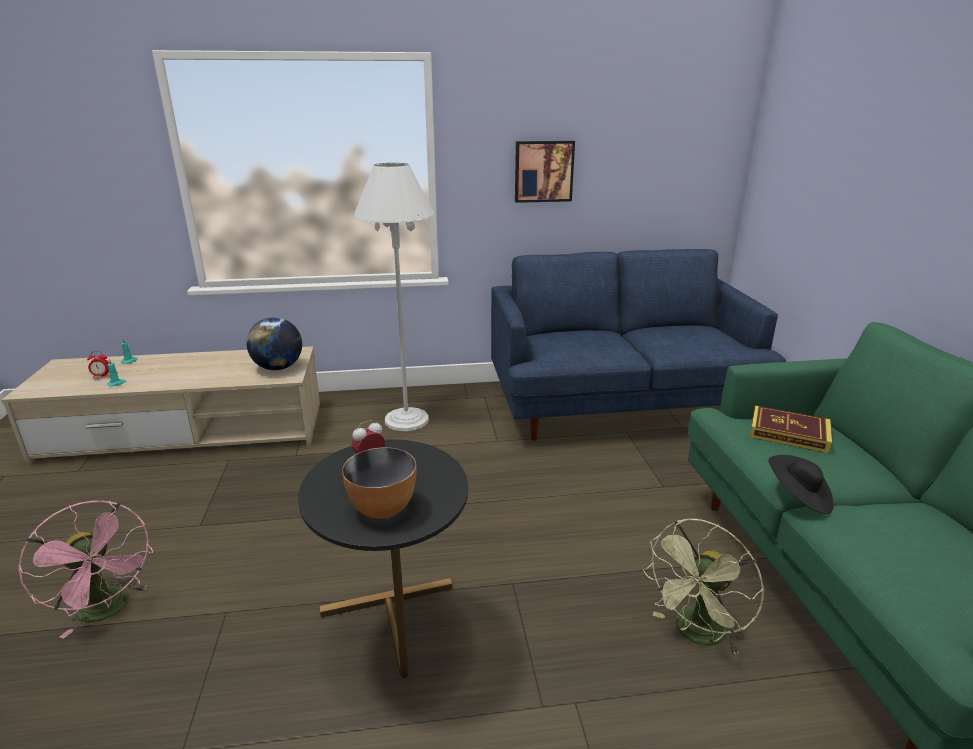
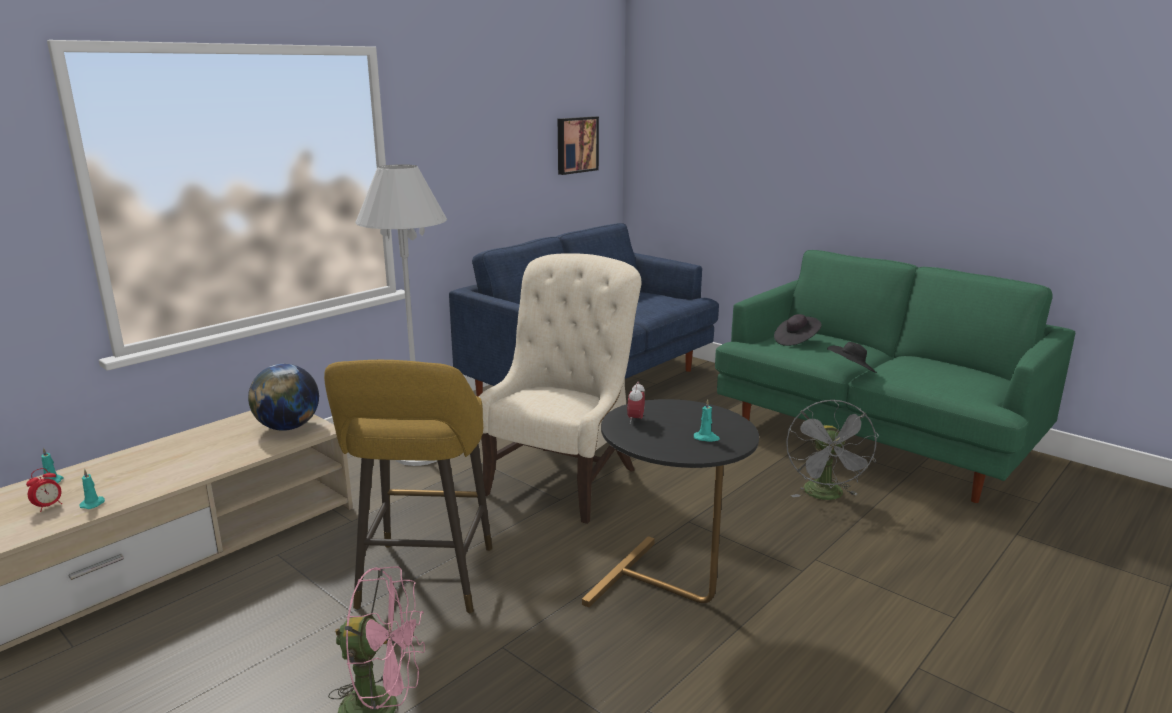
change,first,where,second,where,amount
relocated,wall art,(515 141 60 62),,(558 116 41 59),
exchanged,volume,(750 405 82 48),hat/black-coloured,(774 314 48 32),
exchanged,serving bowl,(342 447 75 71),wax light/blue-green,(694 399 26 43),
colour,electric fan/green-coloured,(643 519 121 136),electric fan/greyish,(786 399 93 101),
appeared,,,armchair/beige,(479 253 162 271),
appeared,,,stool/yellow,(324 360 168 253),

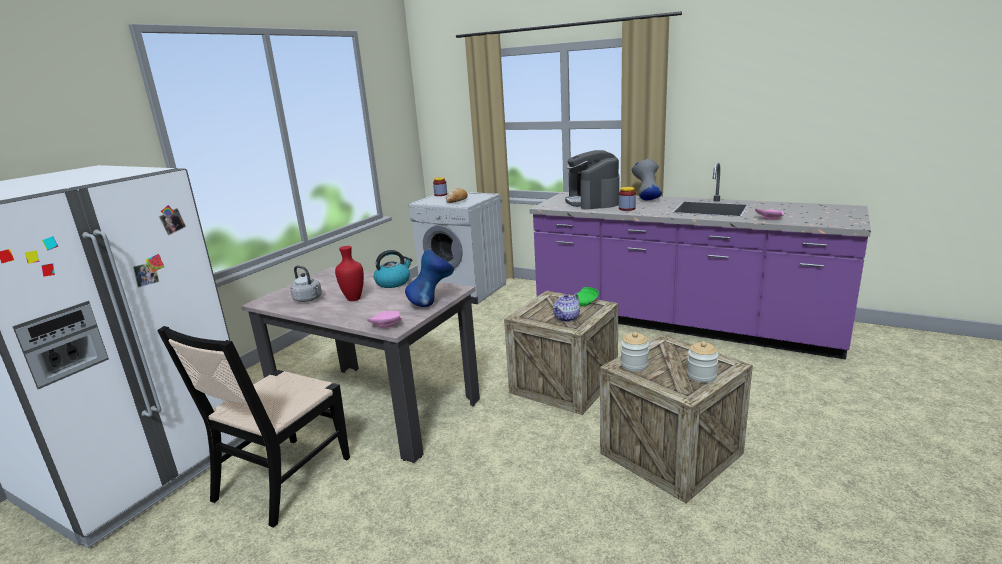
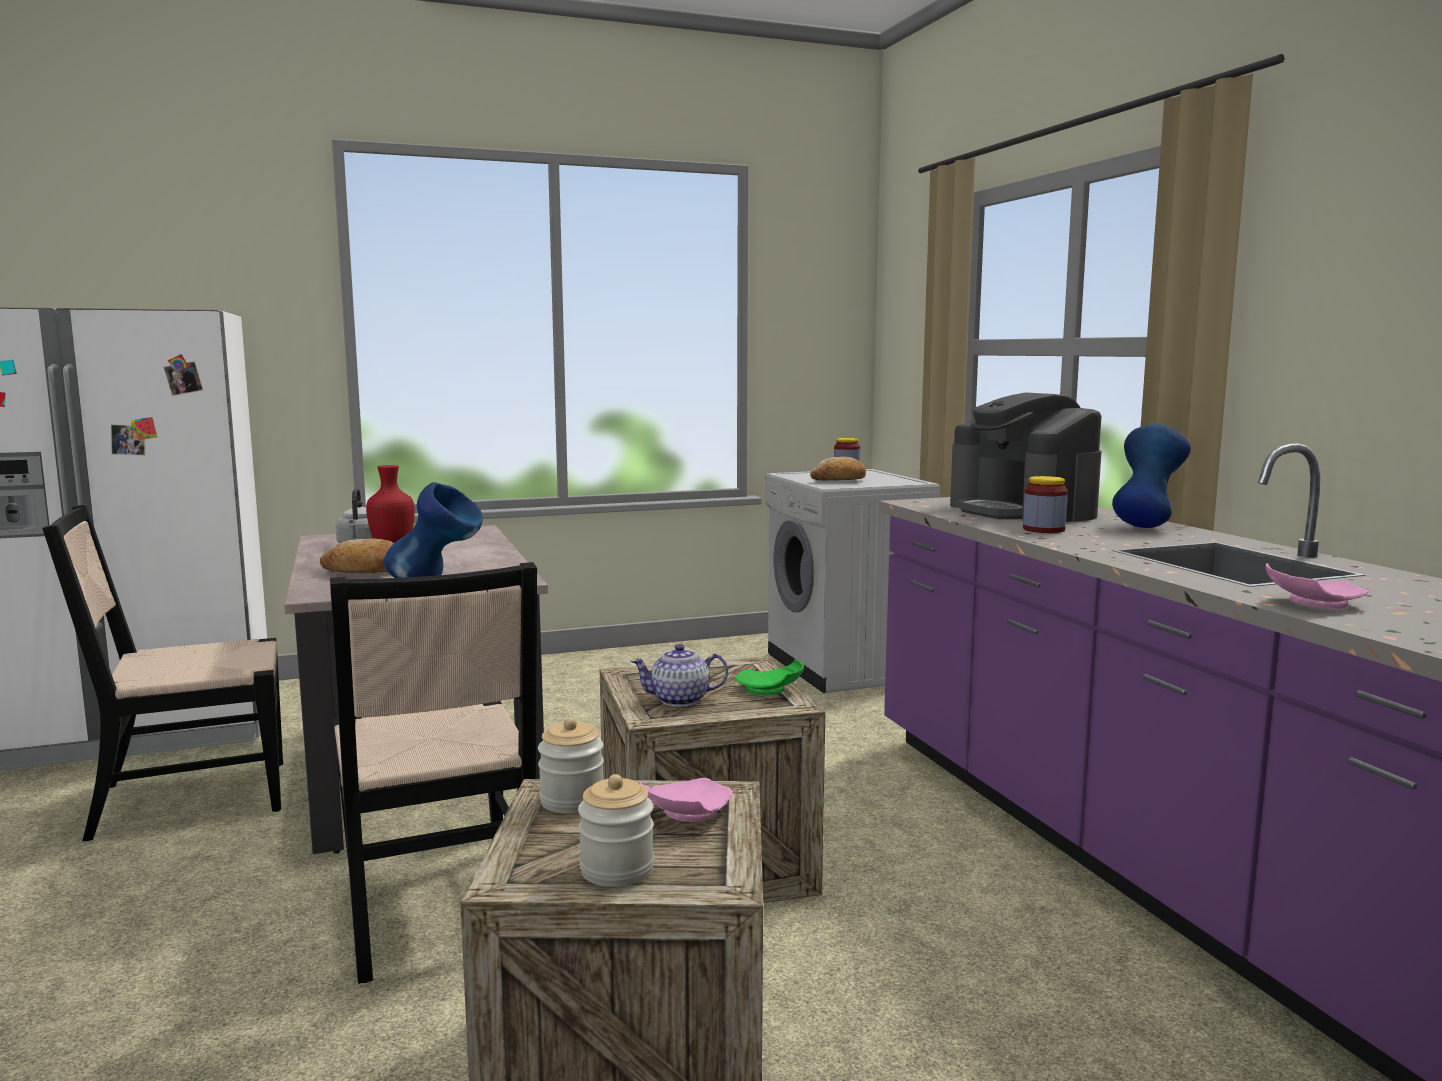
change,first,where,second,where,amount
spun,coffee brewer,(565 150 55 60),,(950 392 152 130),60 degrees counterclockwise
colour,vase/greyish,(632 159 30 41),vase/blue,(1112 423 79 105),
missing,tea kettle,(374 250 39 38),,,
relocated,dinner plate/pinkish,(367 311 35 17),,(639 778 93 44),
appeared,,,baked bread,(320 538 74 35),
appeared,,,chair,(330 562 207 422),

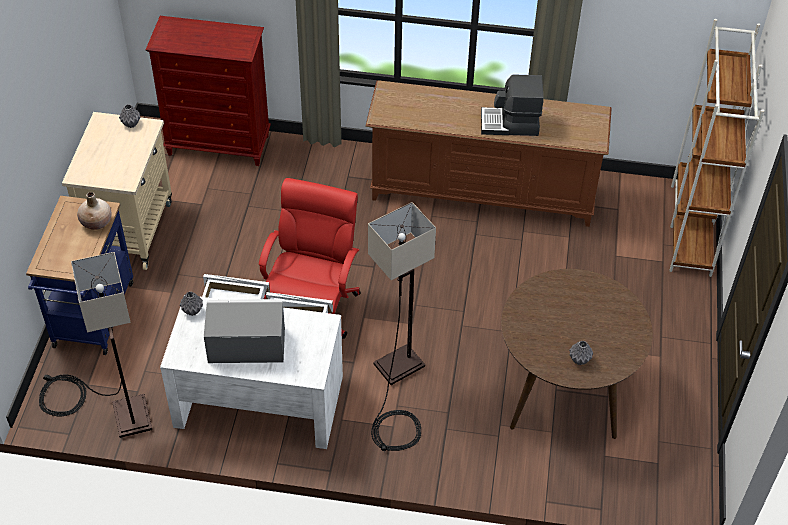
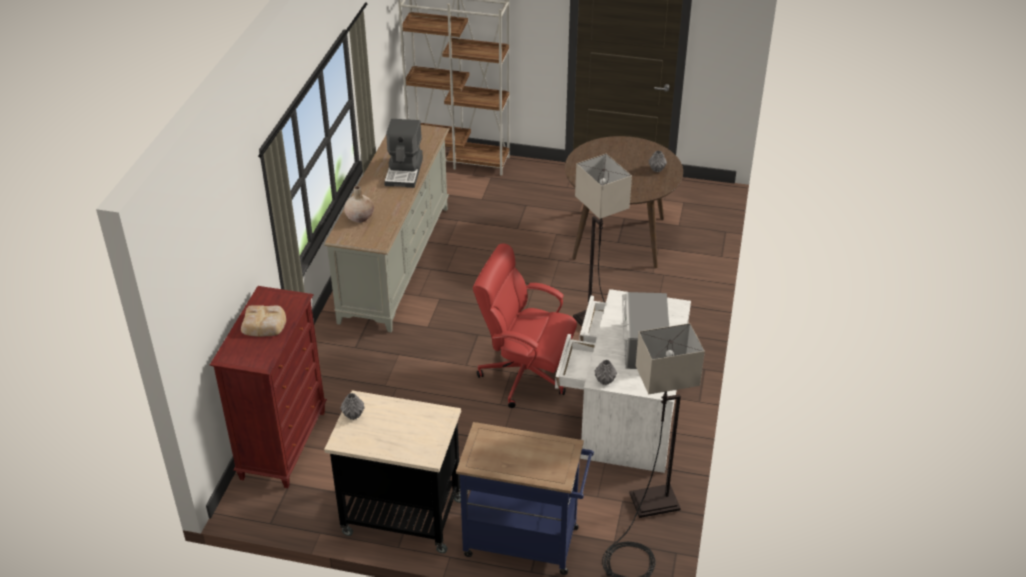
change,first,where,second,where,amount
colour,cabinet/brown,(366 80 246 147),cabinet/greyish,(324 125 125 207),
colour,cart/beige,(62 112 110 158),cart/black-coloured,(324 391 137 162),
relocated,vase/beige,(77 192 35 38),,(344 186 30 37),
appeared,,,baked bread,(241 305 45 32),

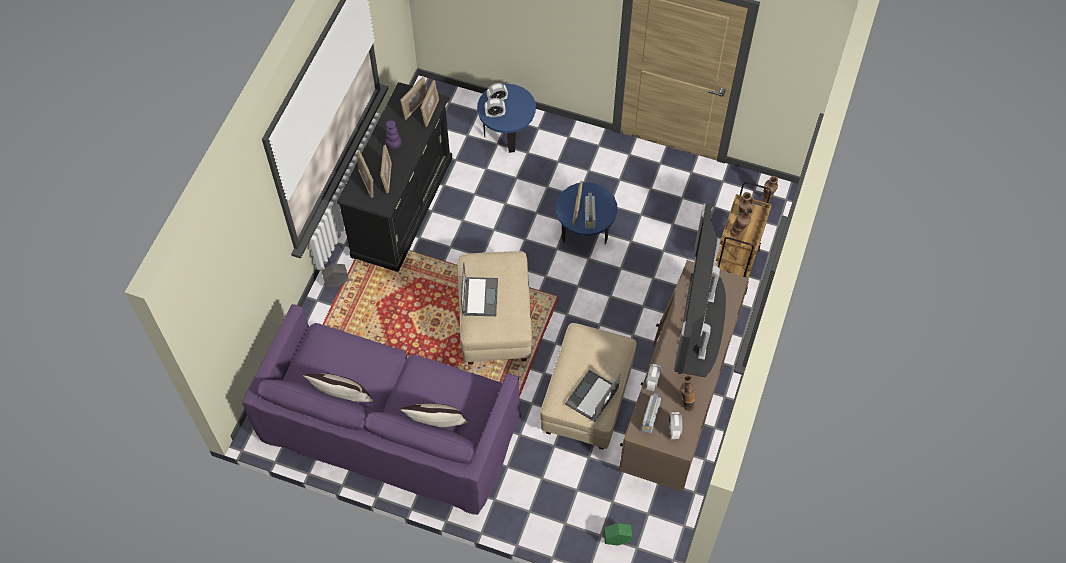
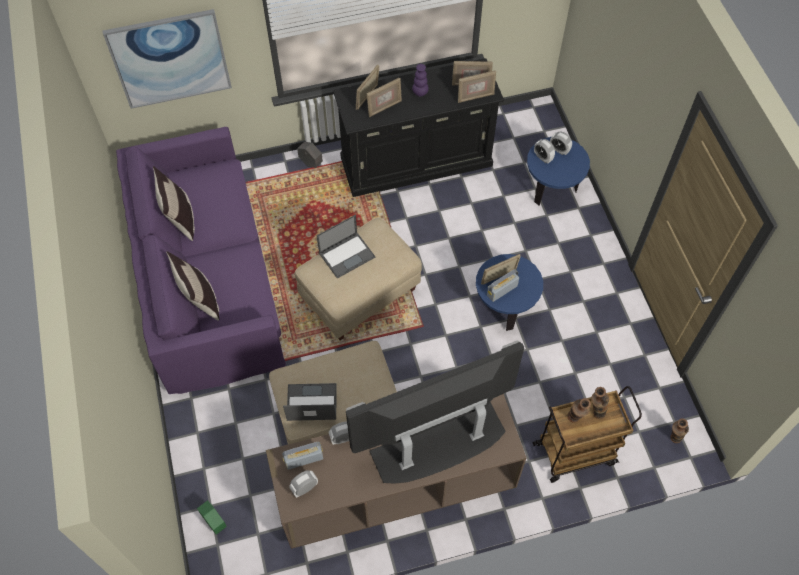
change,first,where,second,where,amount
missing,vase,(680 374 16 37),,,
appeared,,,wall art,(103 9 129 100),

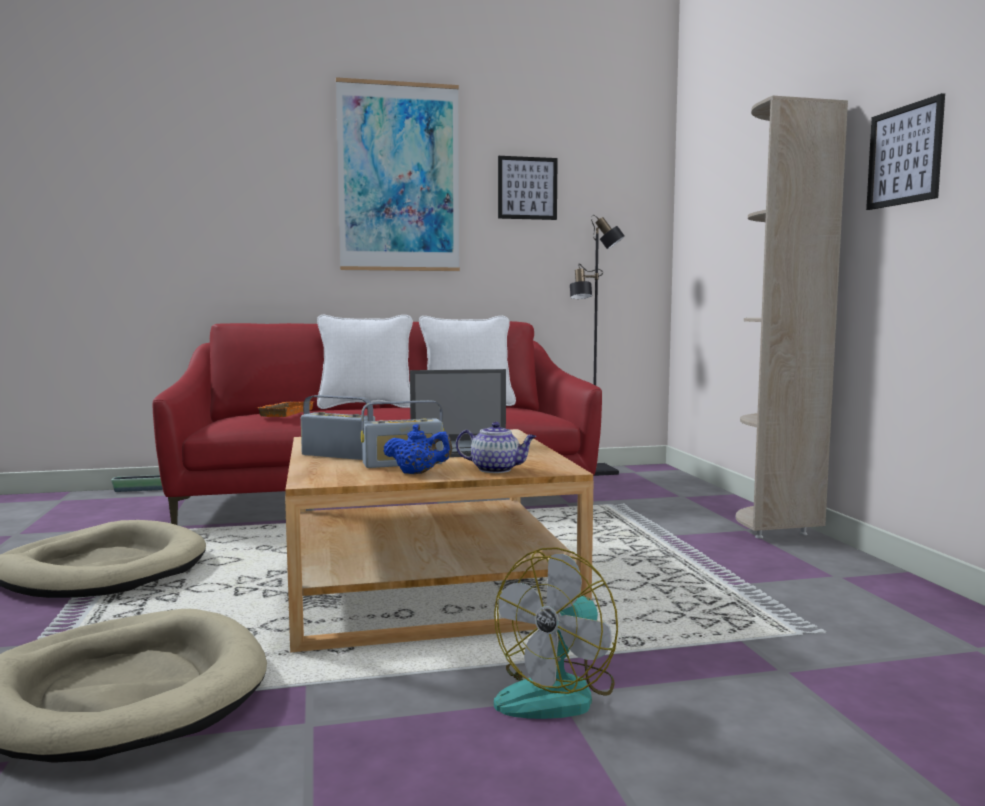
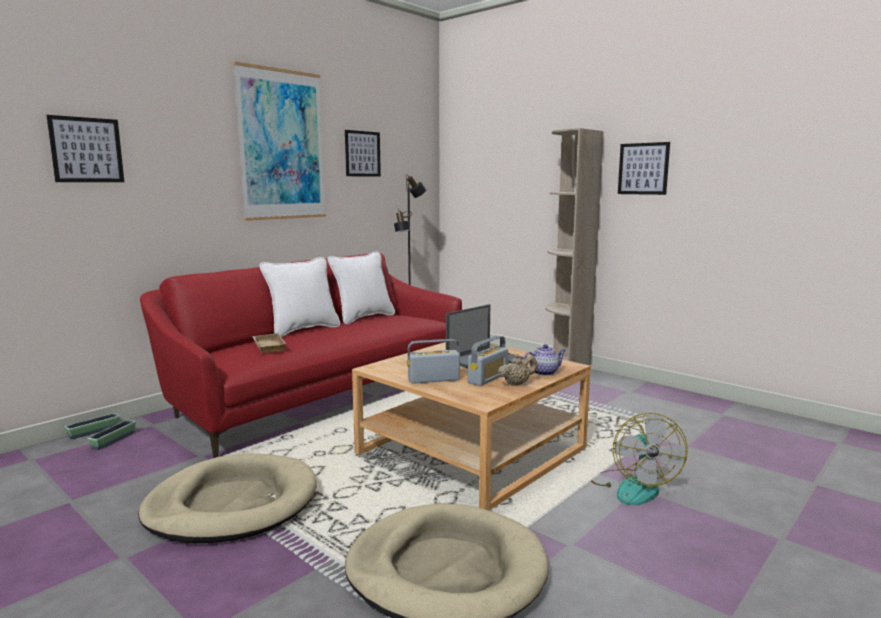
change,first,where,second,where,amount
colour,serving tray/orangey,(258 401 56 16),serving tray/beige,(252 333 34 20),
colour,teapot/blue,(383 424 69 50),teapot/beige,(498 354 39 32),
appeared,,,wall art,(46 115 78 67),
appeared,,,planter,(87 420 49 30),

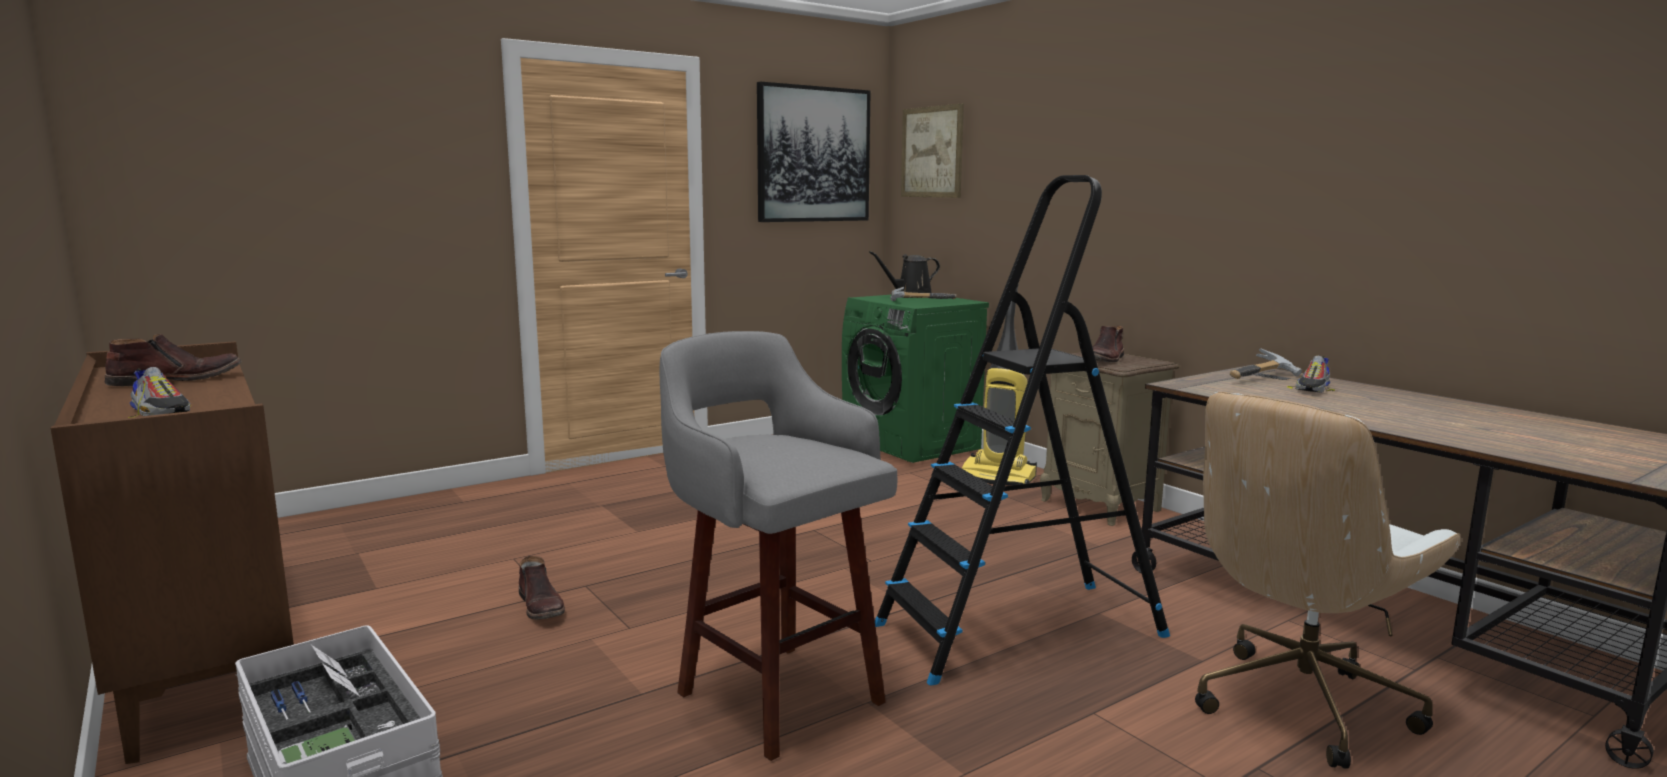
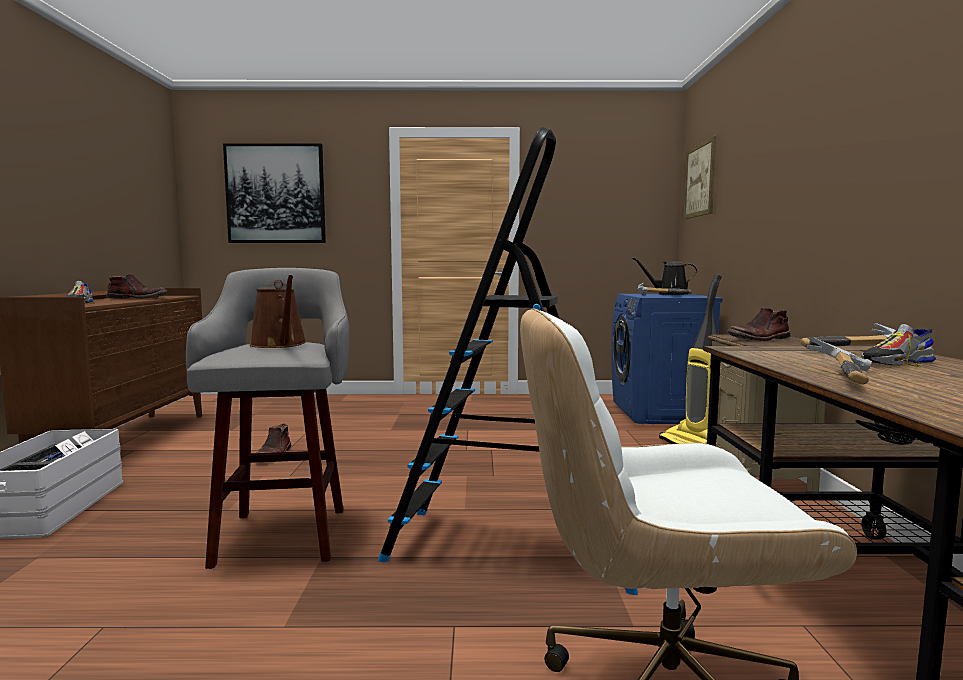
change,first,where,second,where,amount
relocated,wall art,(757 82 114 140),,(223 143 103 100),
colour,washing machine/green-coloured,(842 295 147 168),washing machine/blue,(611 294 111 130),
appeared,,,sprinkling can/brown,(250 275 57 73),
appeared,,,hand hammer,(807 337 65 47),

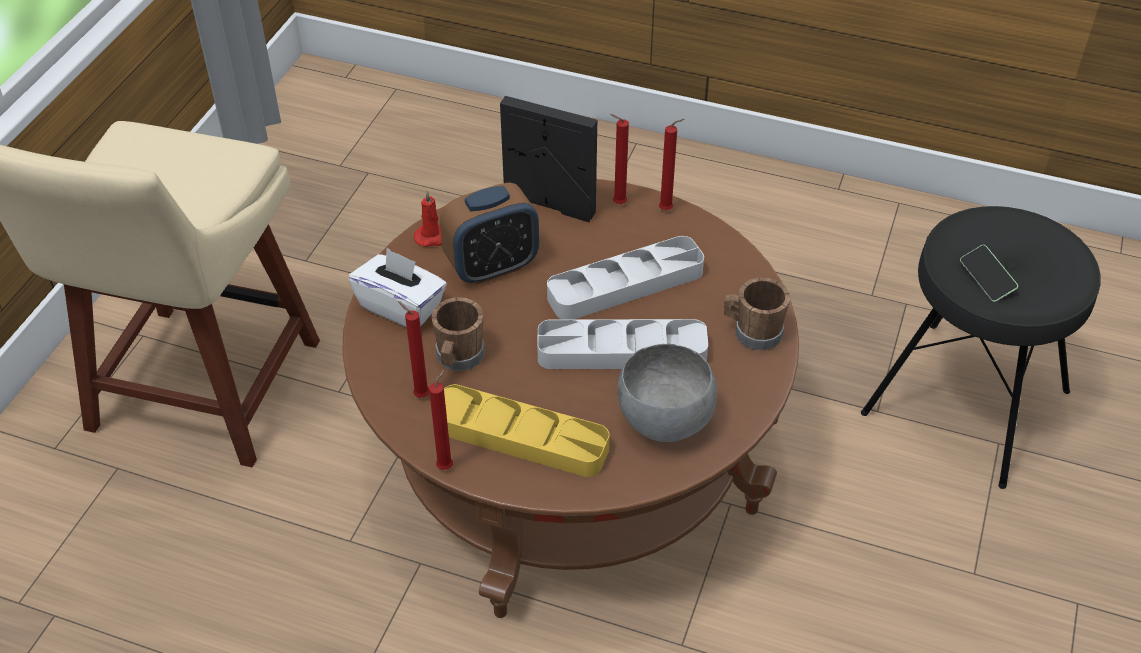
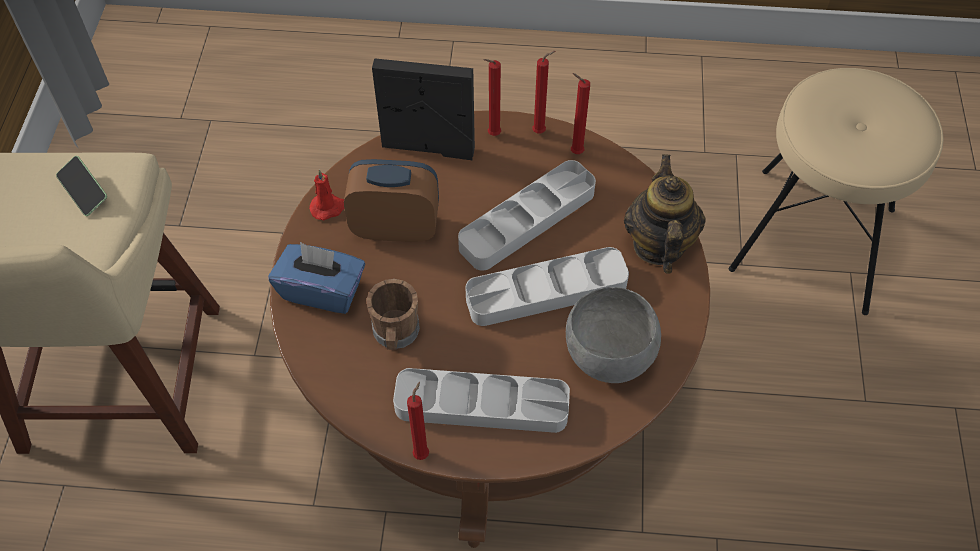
change,first,where,second,where,amount
spun,alarm clock,(440 182 99 103),,(344 159 95 83),135 degrees counterclockwise
colour,stool/black-coloured,(861 206 240 283),stool/beige,(729 68 215 247),
relocated,handset,(960 245 58 57),,(56 156 51 60),
colour,tissue holder/white,(349 248 98 80),tissue holder/blue,(268 242 97 72),
exchanged,tea mug/brown,(724 278 66 72),teapot,(624 154 82 120),
relocated,wax light/reddish,(398 301 31 97),,(571 73 19 81),
colour,serving tray/yellow,(444 384 166 93),serving tray/greyish,(393 368 177 65),

